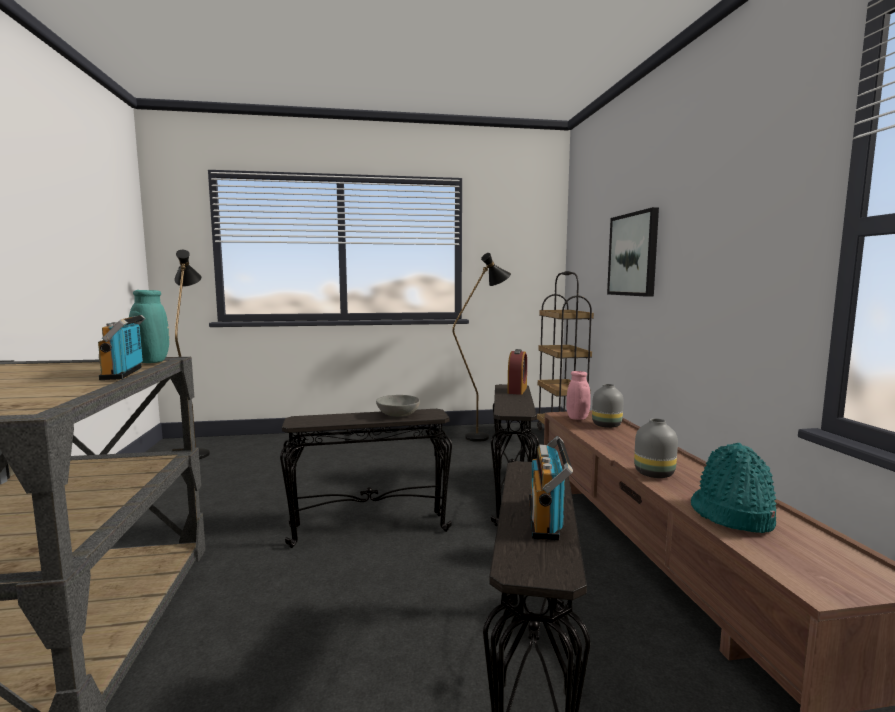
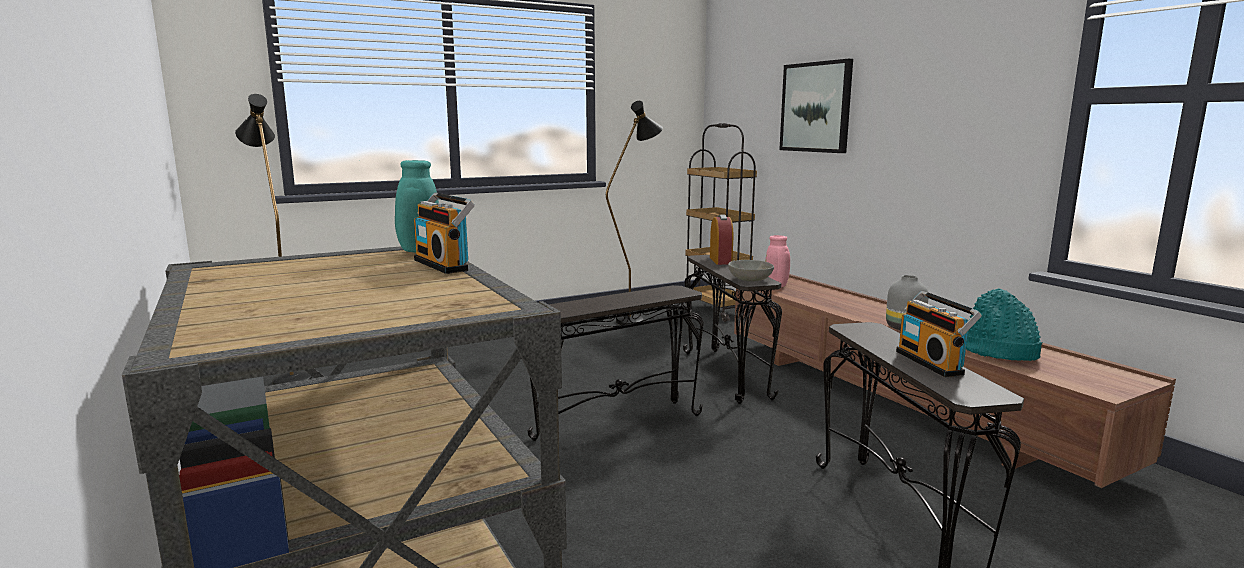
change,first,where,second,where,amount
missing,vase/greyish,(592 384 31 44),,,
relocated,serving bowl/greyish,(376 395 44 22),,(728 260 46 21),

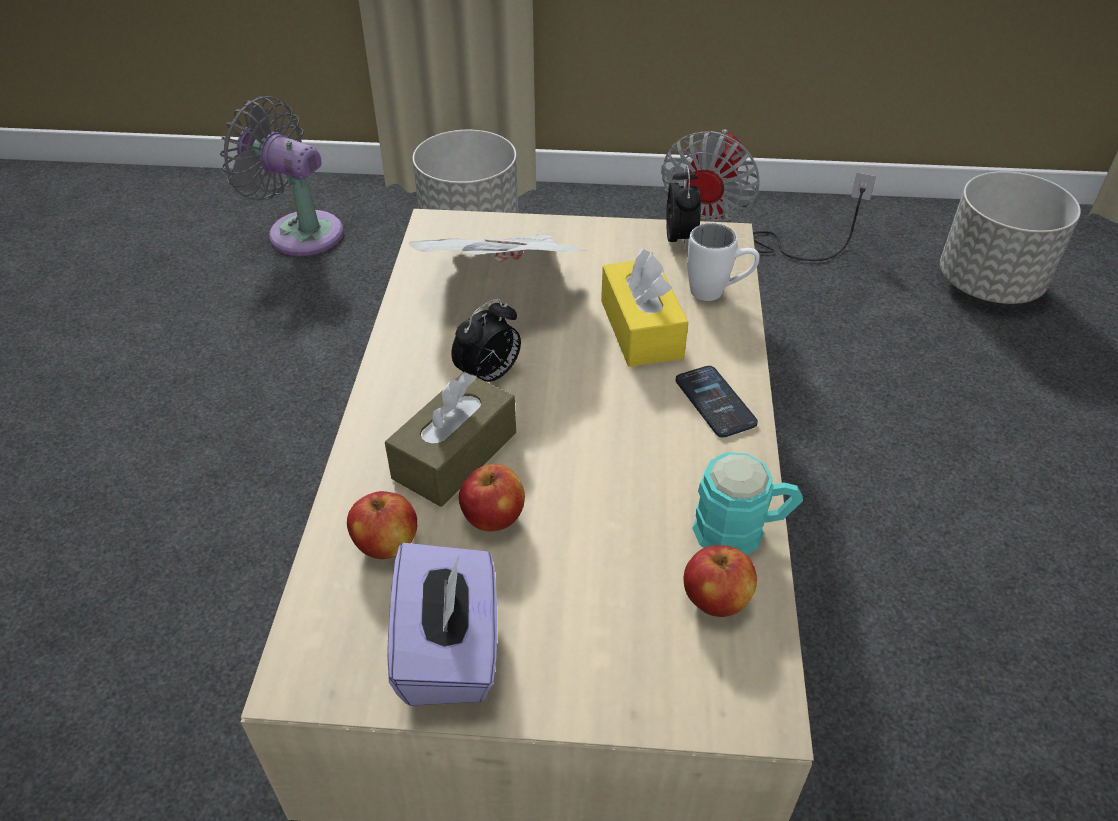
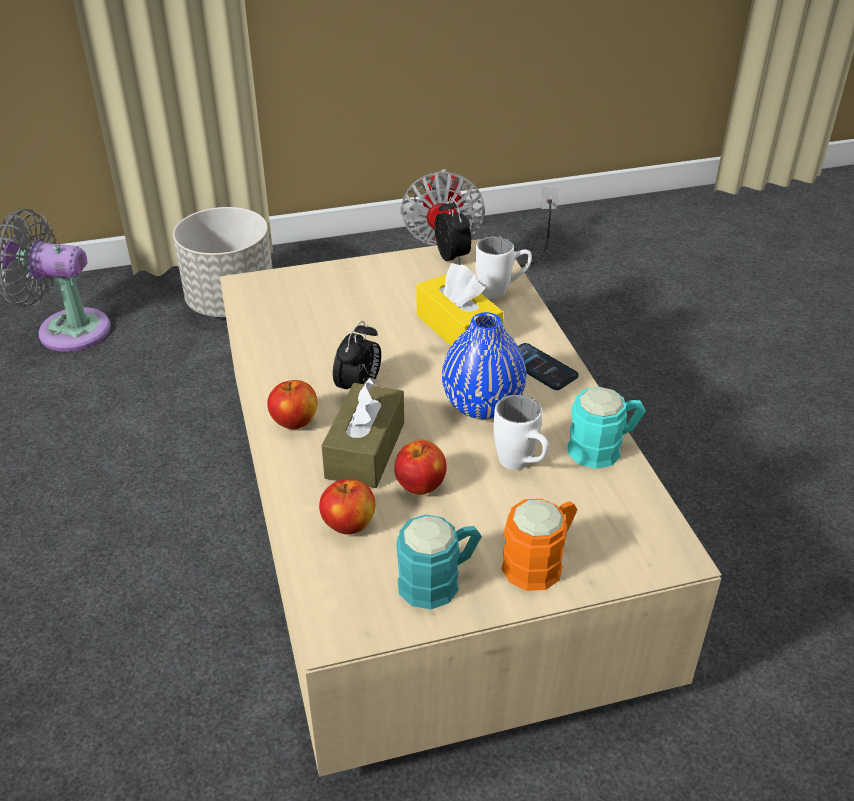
change,first,where,second,where,amount
missing,planter/greyish,(940 171 141 133),,,
missing,daily paper,(408 234 177 29),,,
exchanged,tissue holder/purplish,(387 543 110 163),tea mug/blue-green,(397 514 85 95),
relocated,apple,(684 545 73 72),,(267 380 50 49),
appeared,,,vase/blue,(442 312 85 107),
appeared,,,tea mug/white,(494 395 55 75),
appeared,,,tea mug/orangey,(501 499 76 92),

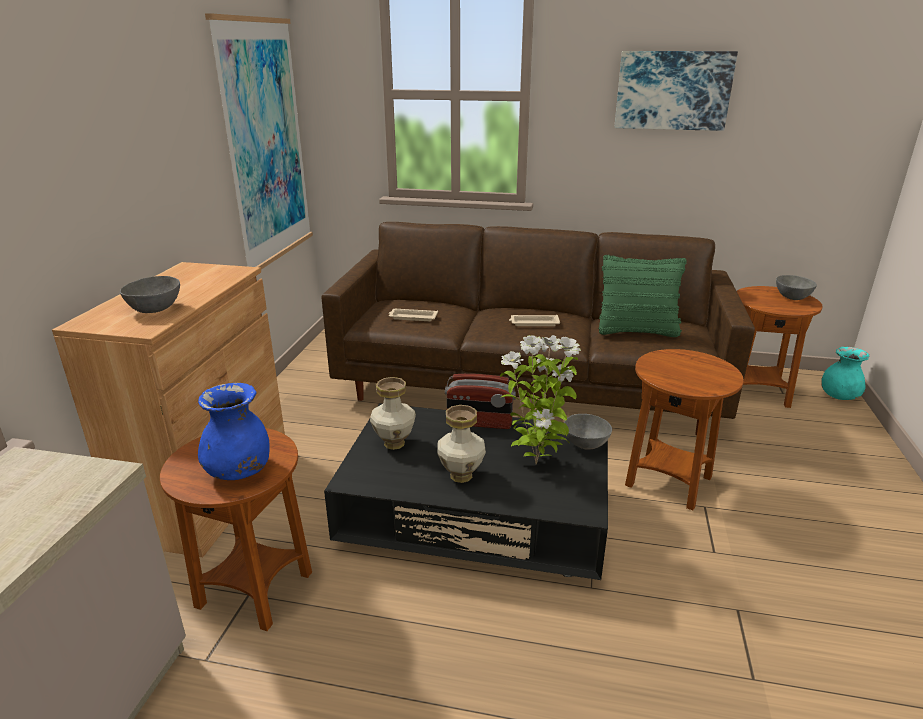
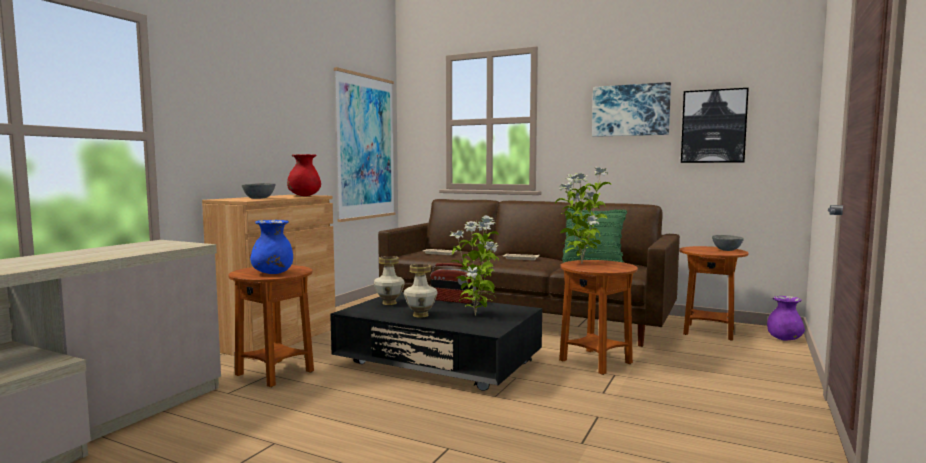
change,first,where,second,where,amount
colour,vase/blue-green,(821 347 49 53),vase/purplish,(767 296 38 45),
missing,serving bowl/greyish,(564 414 48 36),,,
appeared,,,wall art,(681 88 68 75),
appeared,,,vase/reddish,(287 154 34 42),
appeared,,,plant in a pot,(555 167 57 97),

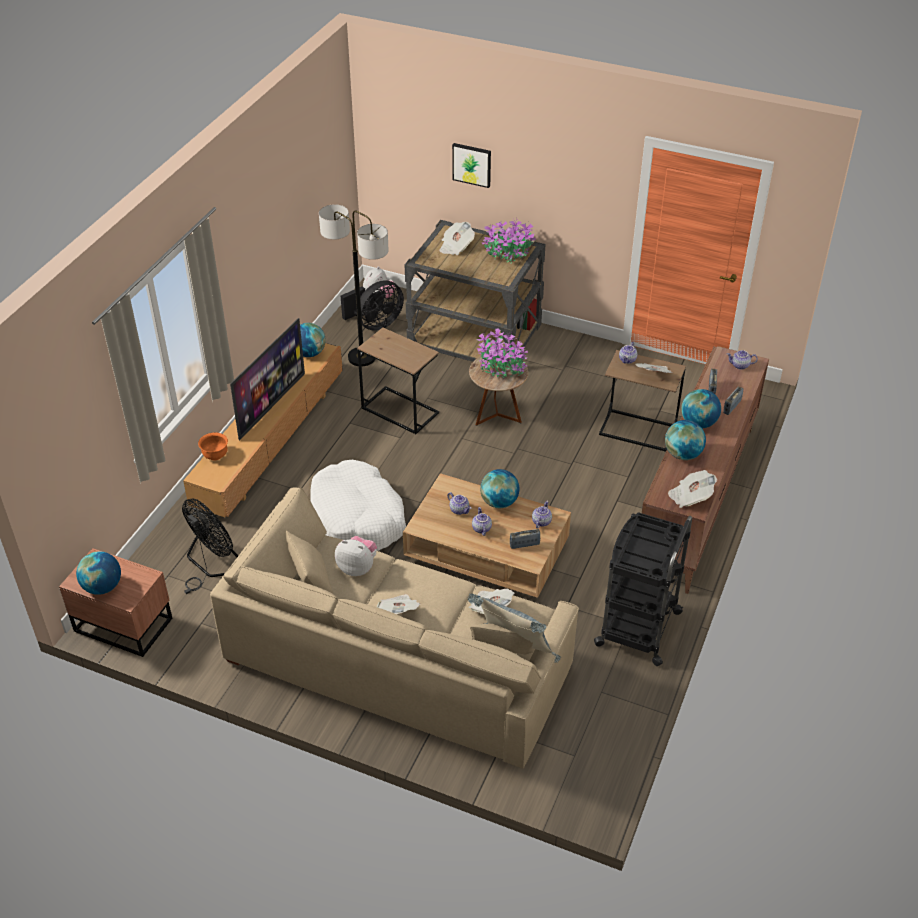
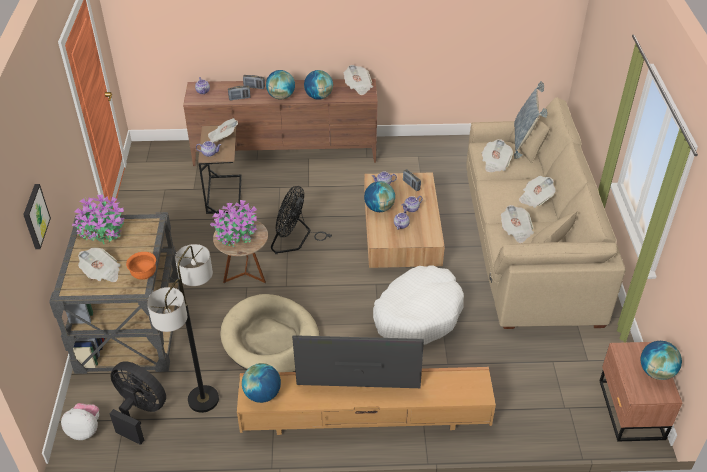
change,first,where,second,where,amount
exchanged,end table/brown,(357 327 82 107),dog bed/beige,(220 294 100 78),
relocated,serving bowl/orangey,(198 432 30 28),,(126 252 30 28),
relocated,electric fan/black-coloured,(182 499 56 95),,(271 186 61 68),
missing,cart/black-coloured,(594 513 98 153),,,
exchanged,soft toy,(335 536 42 40),daily paper,(501 205 33 38),

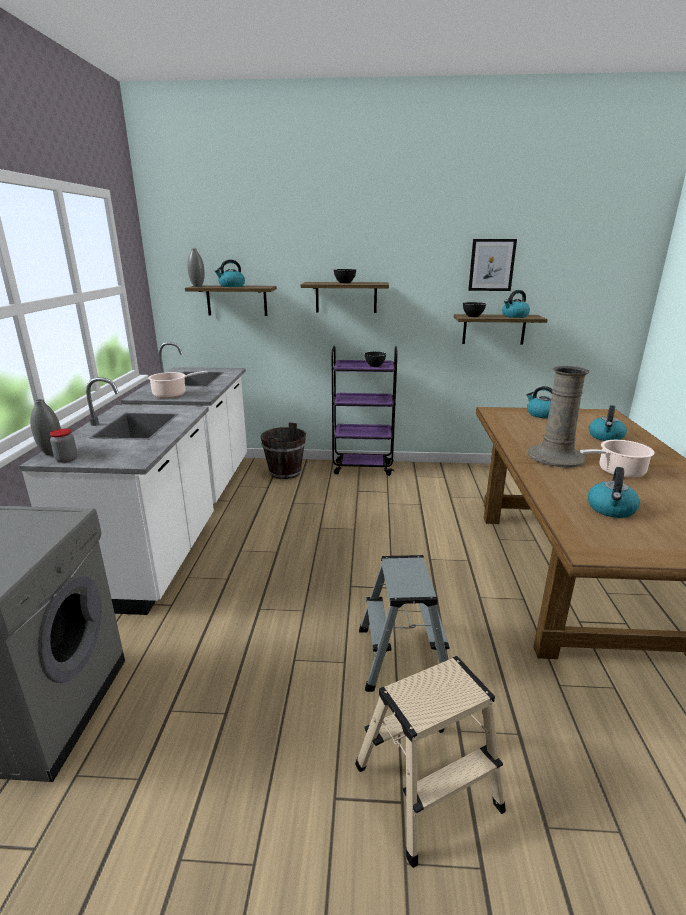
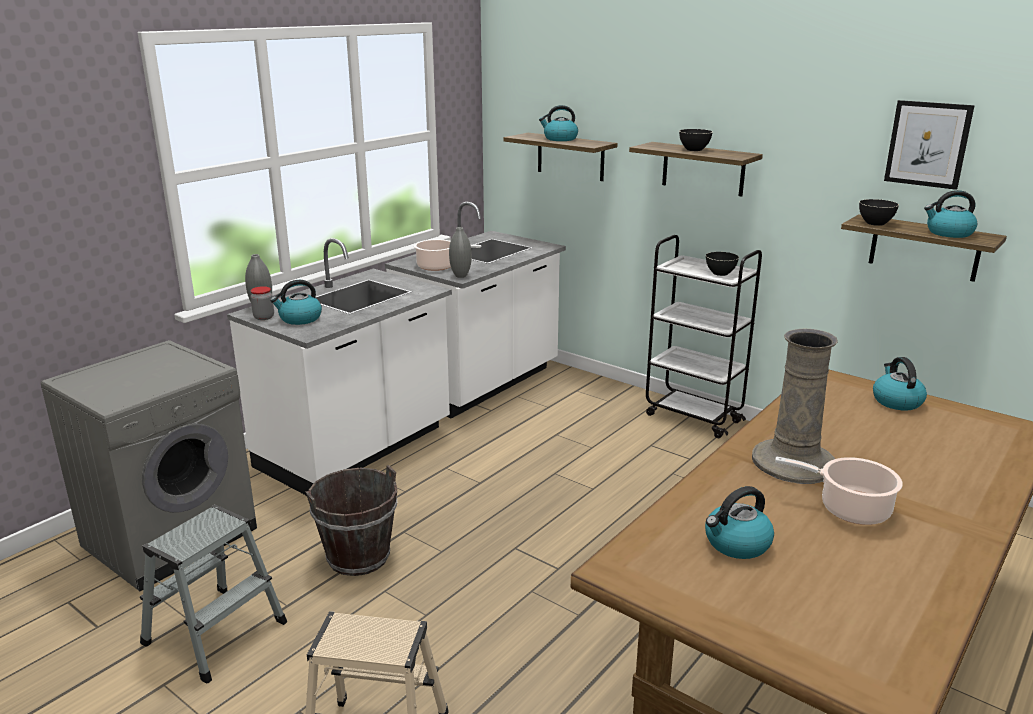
change,first,where,second,where,amount
relocated,vase/greyish,(187 248 18 39),,(449 227 23 51),
colour,cart/purplish,(331 346 66 130),cart/white,(646 235 116 203),
relocated,tea kettle,(589 405 38 36),,(270 280 52 45),
relocated,pail/brown,(261 422 45 57),,(306 465 91 111),
relocated,stepladder/greyish,(359 555 91 137),,(140 504 147 179),

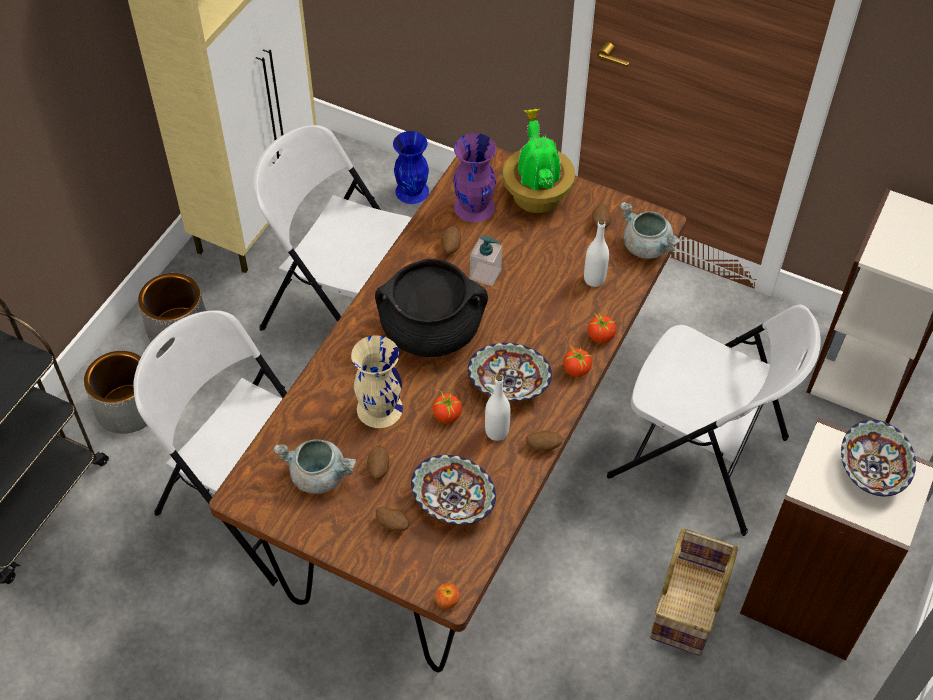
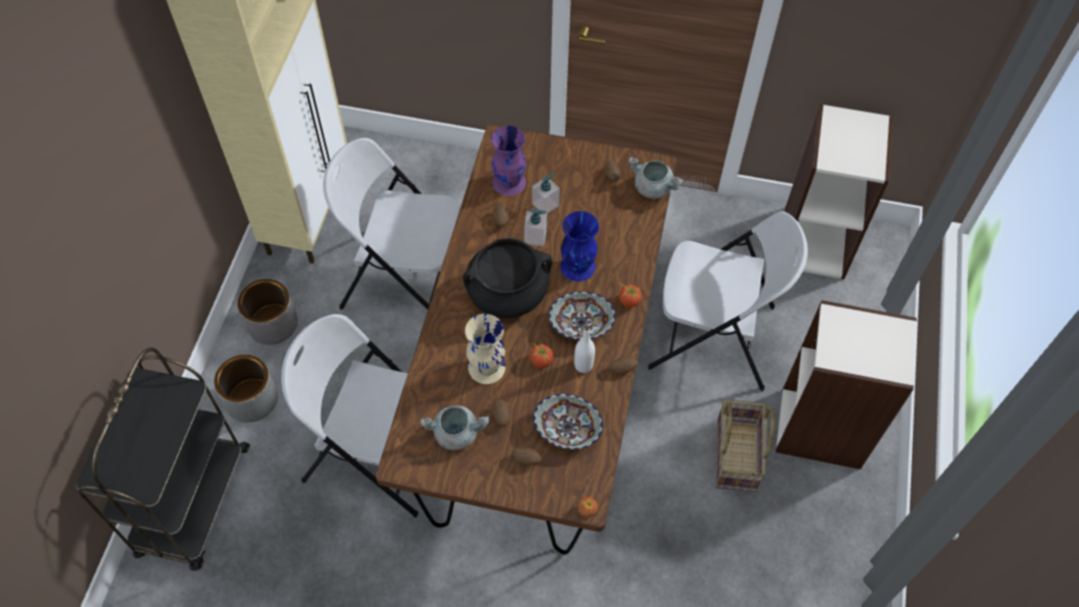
change,first,where,second,where,amount
missing,plant in a pot,(502 109 73 104),,,
relocated,vase/blue,(393 131 36 73),,(560 211 39 71),
missing,beverage bottle/white,(584 219 25 68),,,
missing,tomato,(588 313 28 30),,,
missing,serving bowl,(841 420 75 76),,,
appeared,,,liquid soap bottle,(532 173 28 41),

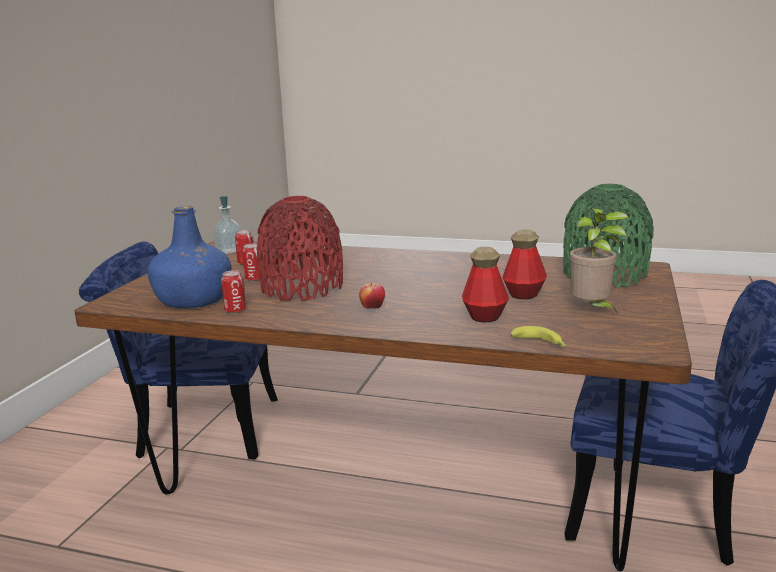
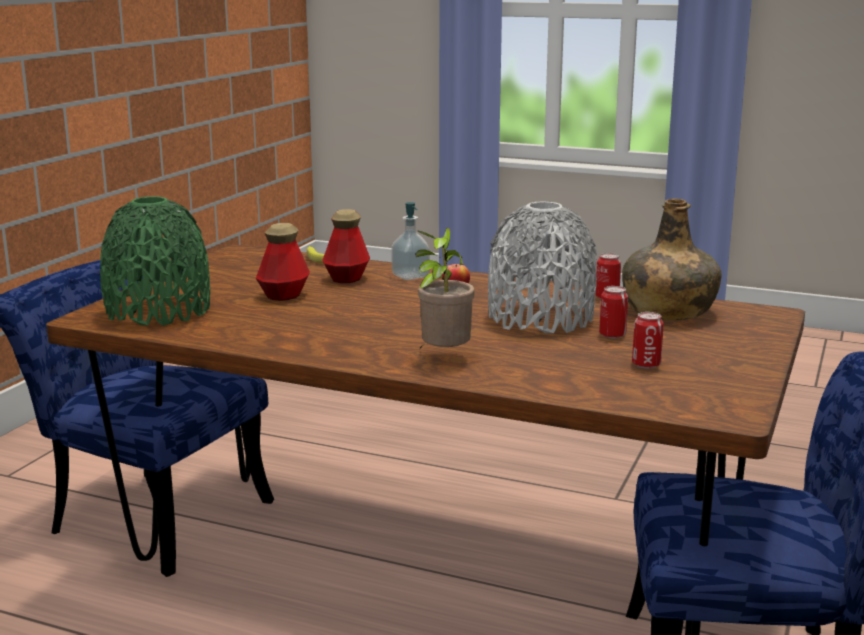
change,first,where,second,where,amount
relocated,liquid soap bottle,(213 196 28 58),,(391 202 39 78),
colour,vase/reddish,(257 196 86 105),vase/greyish,(488 201 109 132),
colour,beverage bottle/blue,(147 206 85 102),beverage bottle/green-coloured,(622 198 100 123),
relocated,plant in a pot,(569 208 60 106),,(415 228 60 121),

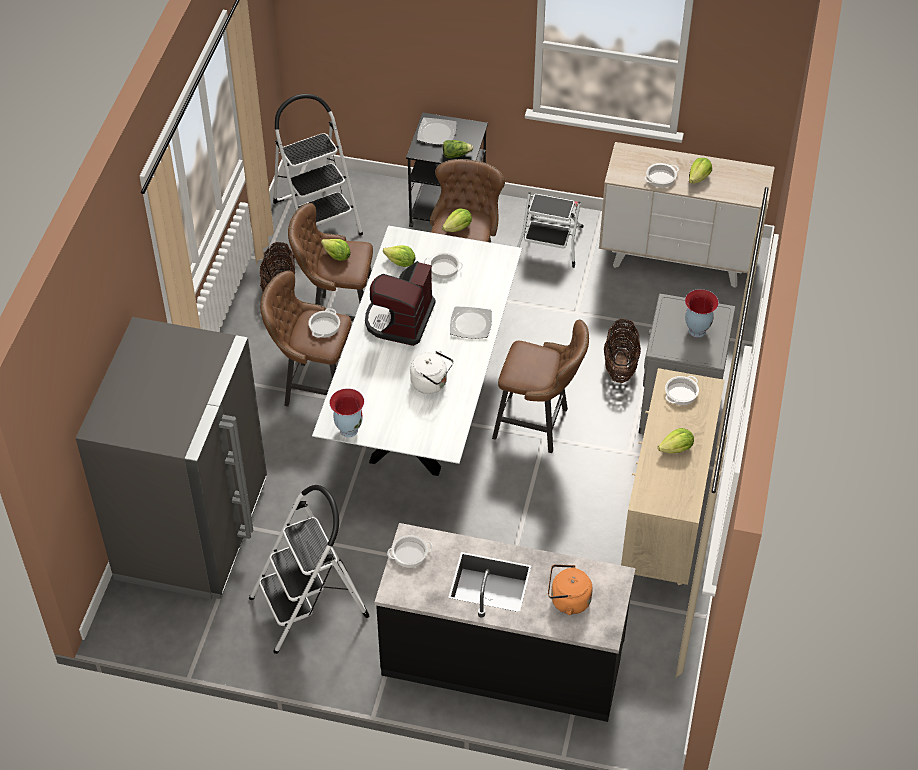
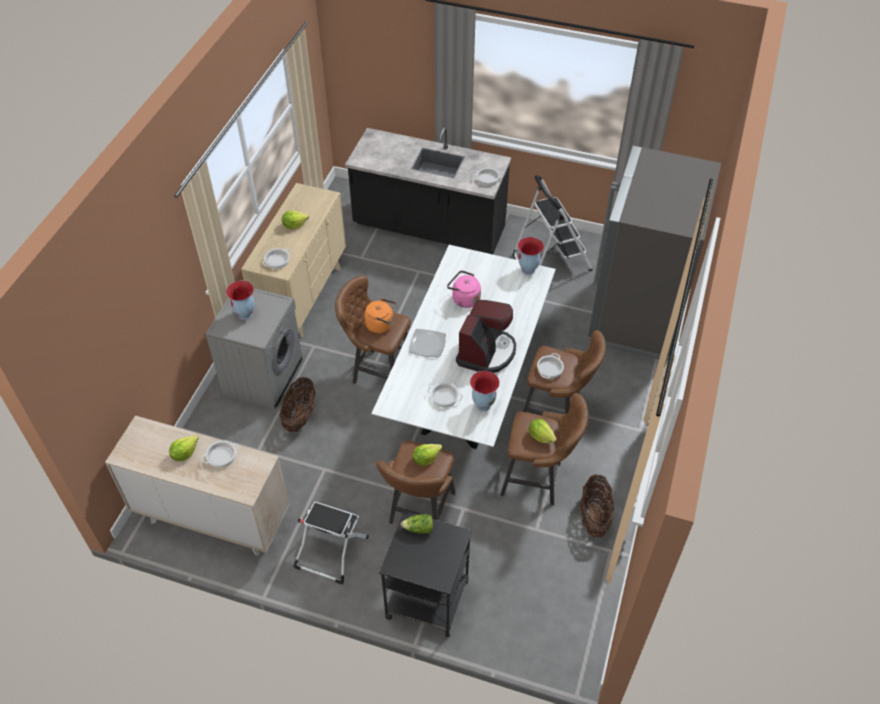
change,first,where,second,where,amount
missing,stepladder,(273 94 90 141),,,
missing,dinner plate,(417 117 40 28),,,
exchanged,lettuce head,(383 245 33 22),vase,(470 371 30 41),
colour,tea kettle/white,(410 351 44 43),tea kettle/pinkish,(447 270 34 38),
relocated,tea kettle/orangey,(548 564 45 51),,(364 298 33 35),

